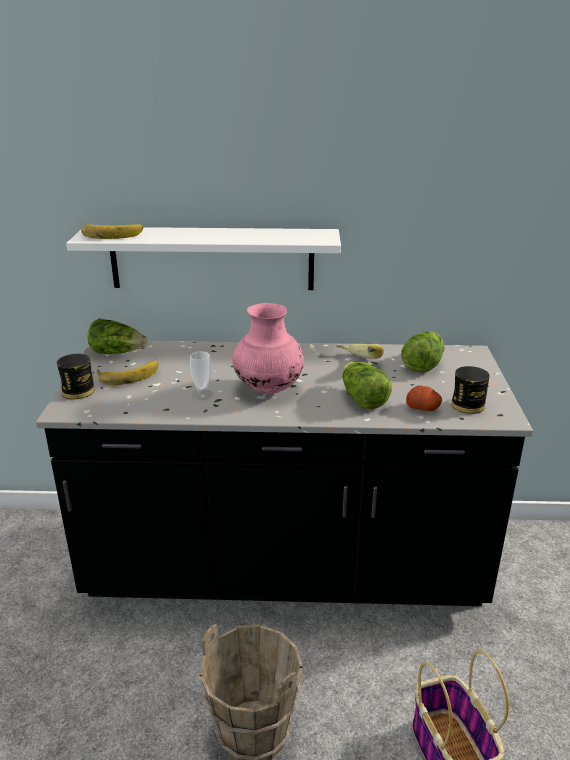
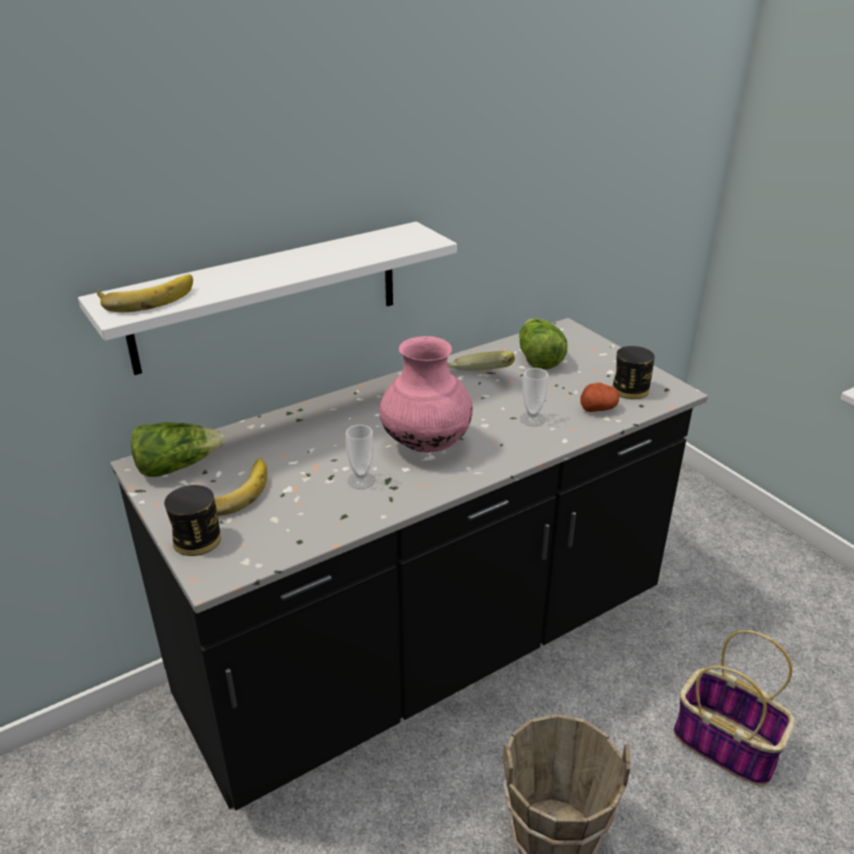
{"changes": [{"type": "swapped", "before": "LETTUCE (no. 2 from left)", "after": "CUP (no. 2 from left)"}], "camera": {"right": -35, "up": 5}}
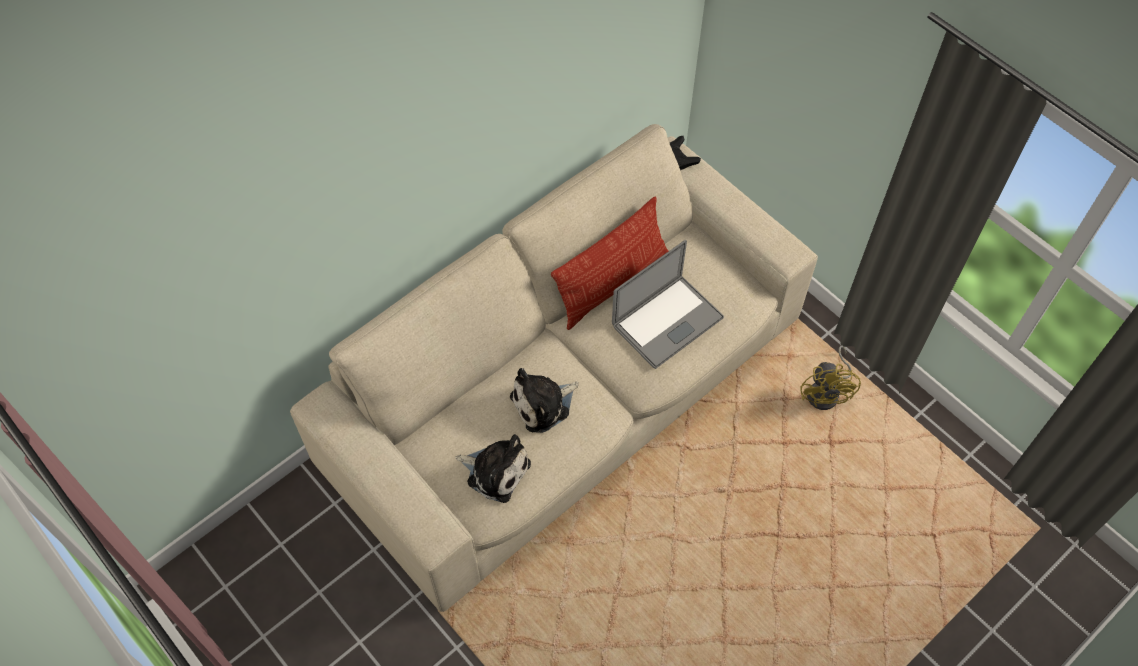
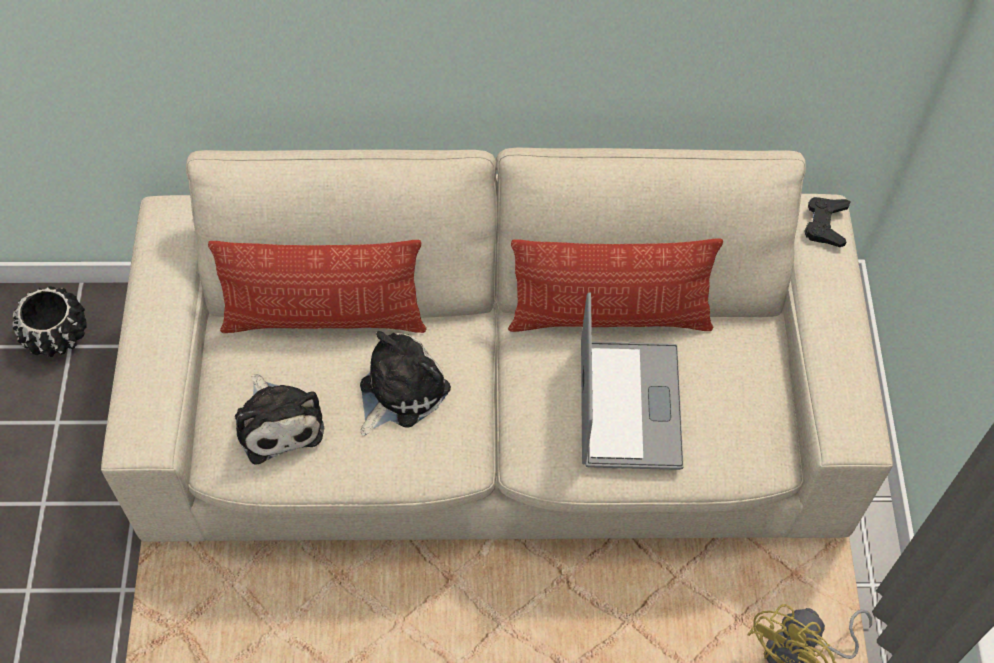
{"changes": [{"type": "new", "after": "BLACK FLOWER POT"}, {"type": "new", "after": "CUSHION (no. 1 from left)"}, {"type": "rotated", "before": "SOFT TOY (no. 2 from left)", "turn": 120}, {"type": "rotated", "before": "LAPTOP", "turn": -90}], "camera": {"right": 40, "up": 0}}
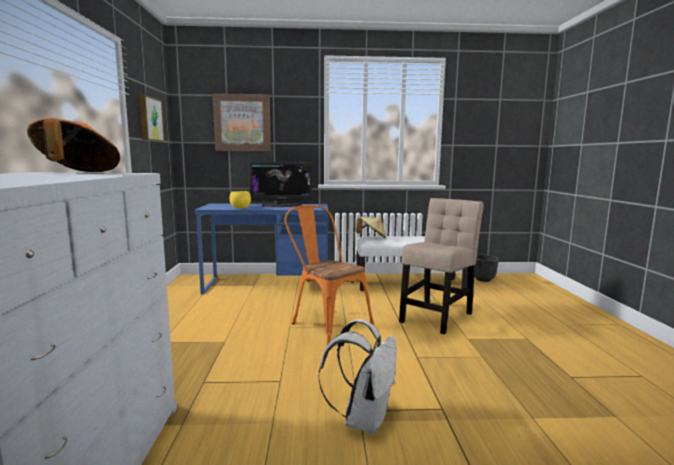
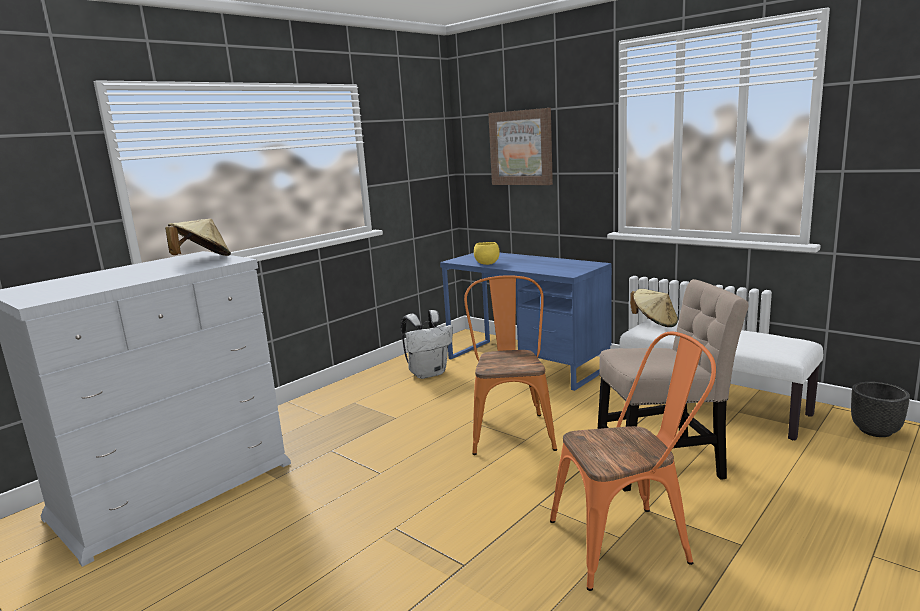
{"changes": [{"type": "gone", "before": "PICTURE (no. 1 from left)"}, {"type": "gone", "before": "MONITOR"}, {"type": "new", "after": "ORANGEY CHAIR (no. 2 from left)"}, {"type": "shifted", "before": "WHITE KNAPSACK"}, {"type": "repainted", "before": "ORANGEY WEARABLE HAT", "after": "BEIGE WEARABLE HAT (no. 1 from left)"}], "camera": {"right": 45, "up": 5}}
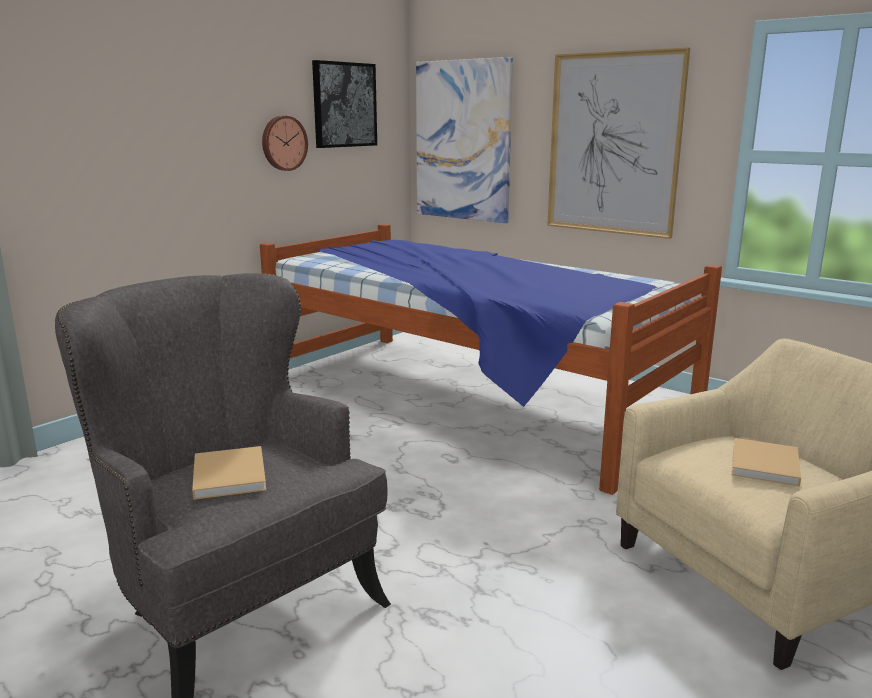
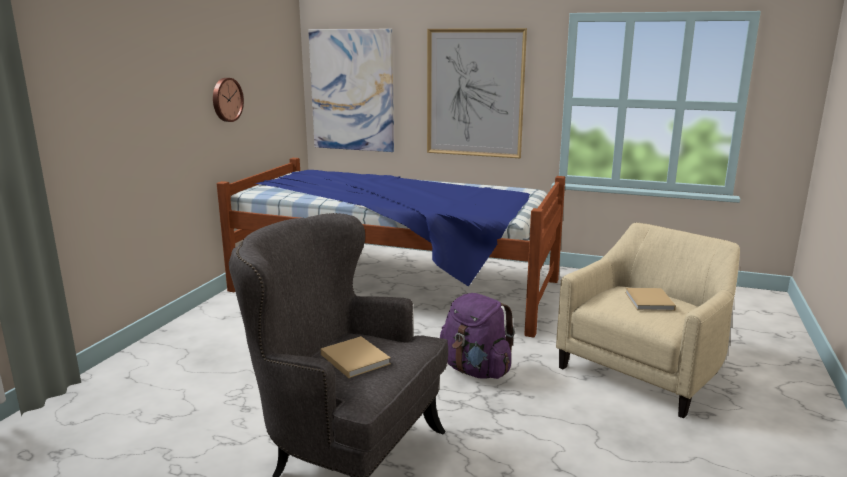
{"changes": [{"type": "gone", "before": "PICTURE (no. 1 from left)"}, {"type": "new", "after": "PURPLISH KNAPSACK"}], "camera": {"right": -20, "up": 0}}
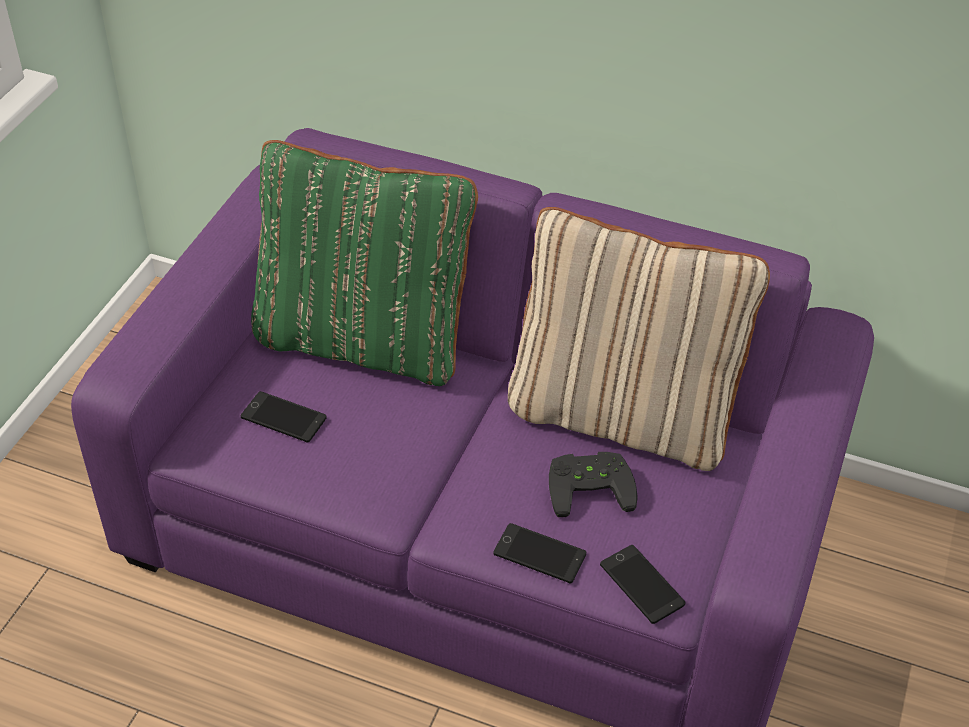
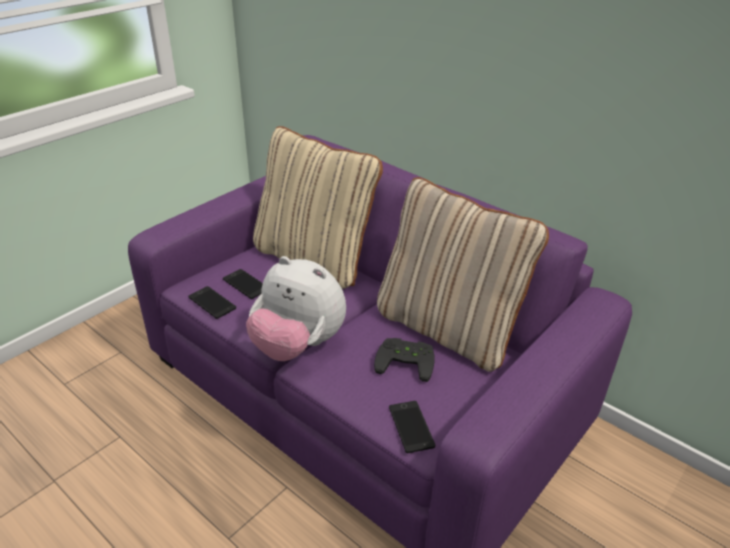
{"changes": [{"type": "new", "after": "SOFT TOY"}, {"type": "shifted", "before": "HANDSET (no. 2 from left in the first image)", "after": "HANDSET (no. 1 from left)"}, {"type": "repainted", "before": "GREEN-COLOURED CUSHION", "after": "BEIGE CUSHION (no. 1 from left)"}], "camera": {"right": 20, "up": -10}}
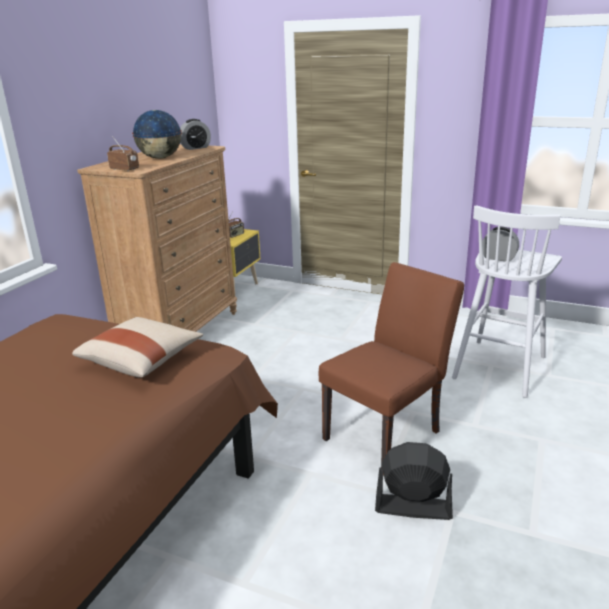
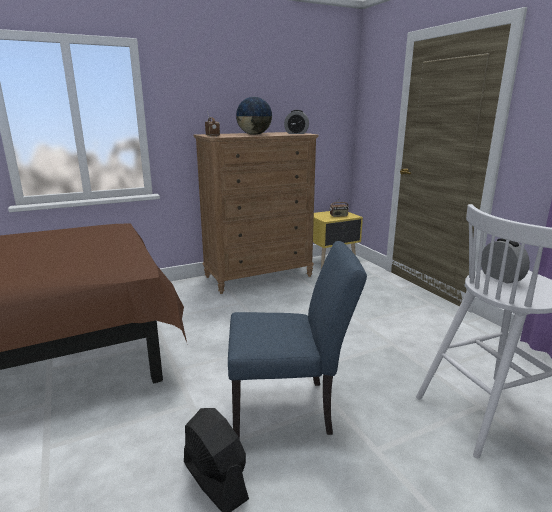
{"changes": [{"type": "gone", "before": "BEIGE CUSHION"}, {"type": "repainted", "before": "BROWNISH CHAIR", "after": "BLUE-COLOURED CHAIR"}], "camera": {"right": 40, "up": -5}}
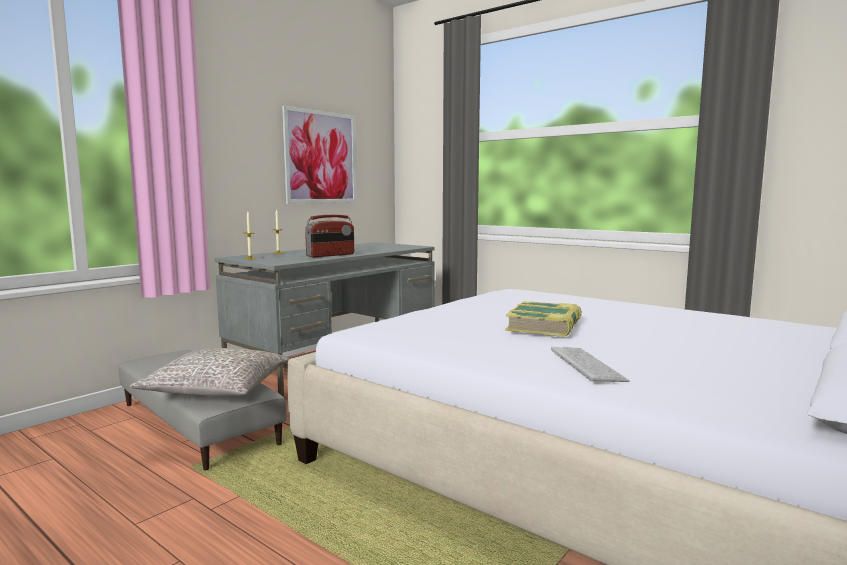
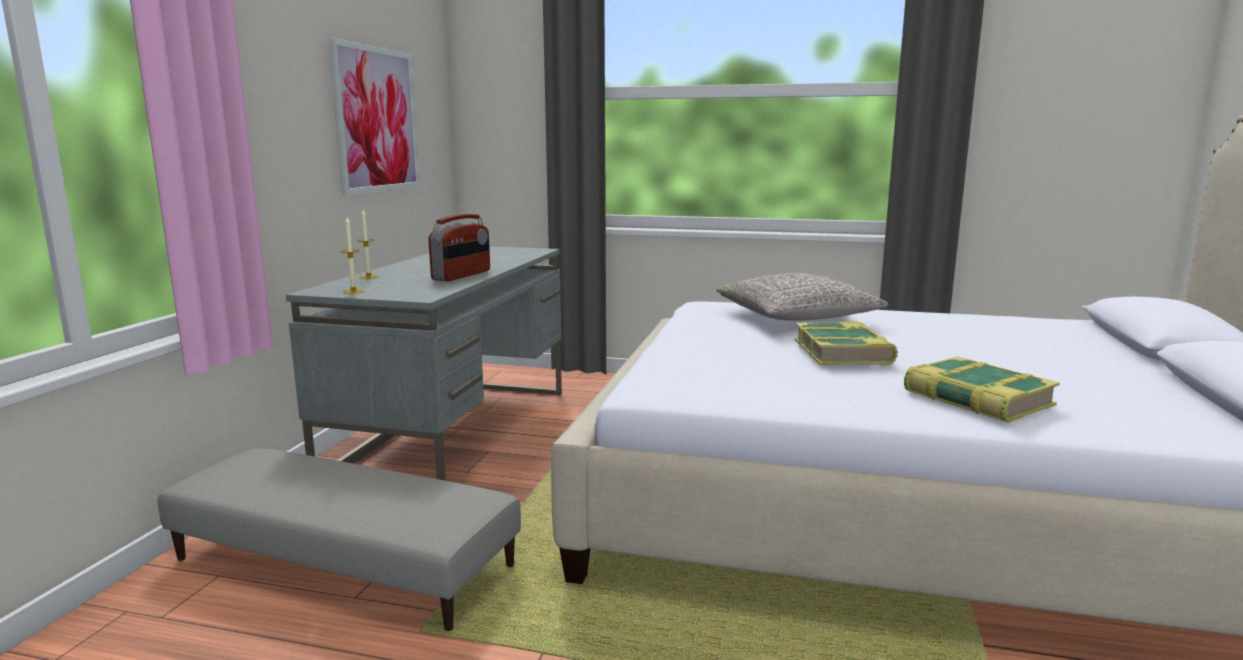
{"changes": [{"type": "shifted", "before": "GREY CUSHION"}, {"type": "swapped", "before": "PC KEYBOARD", "after": "BOUND BOOK (no. 2 from left)"}], "camera": {"right": -25, "up": 5}}
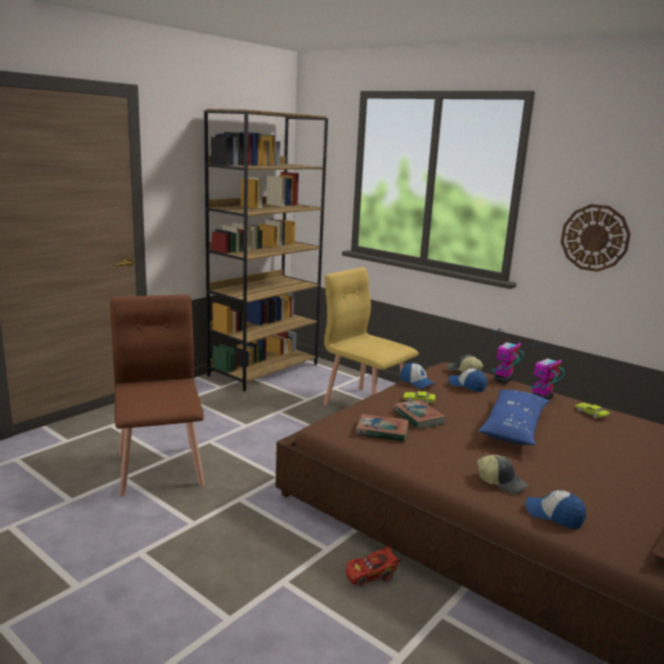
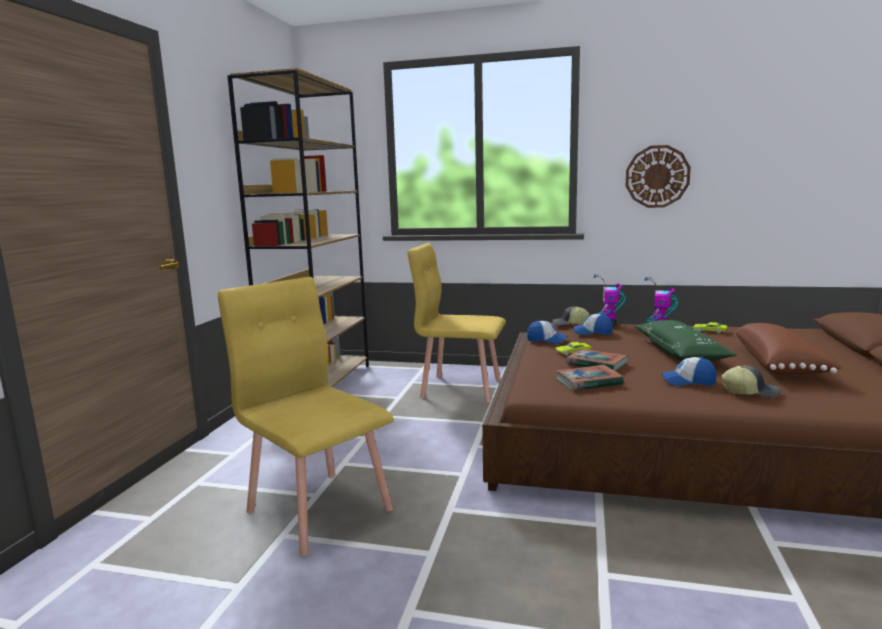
{"changes": [{"type": "gone", "before": "REDDISH MODEL CAR"}, {"type": "new", "after": "BROWNISH CUSHION"}, {"type": "shifted", "before": "BASEBALL CAP (no. 5 from left in the first image)", "after": "BASEBALL CAP (no. 4 from left)"}, {"type": "repainted", "before": "BROWNISH CHAIR", "after": "YELLOWISH CHAIR (no. 1 from left)"}, {"type": "repainted", "before": "BLUE-COLOURED CUSHION", "after": "GREEN-COLOURED CUSHION"}], "camera": {"right": -25, "up": -5}}
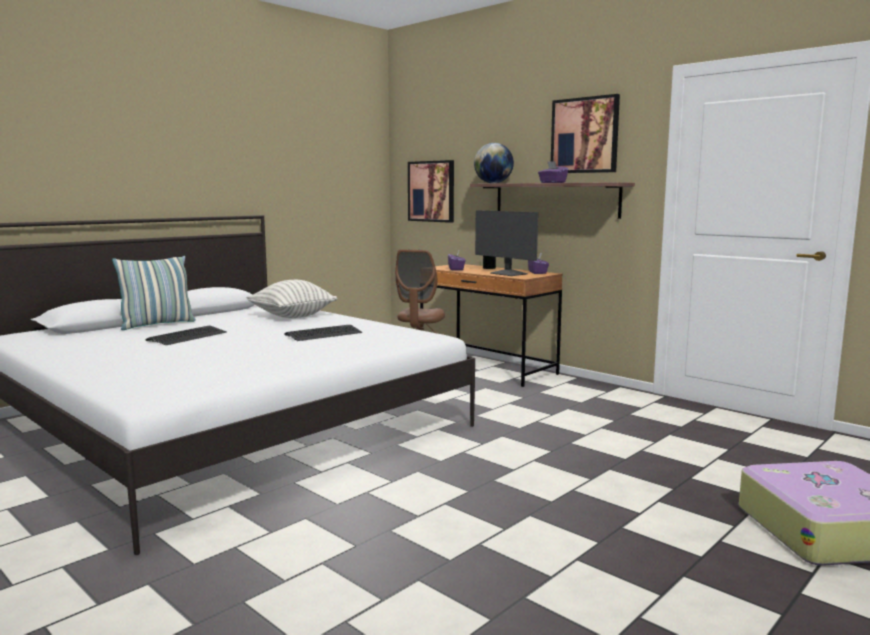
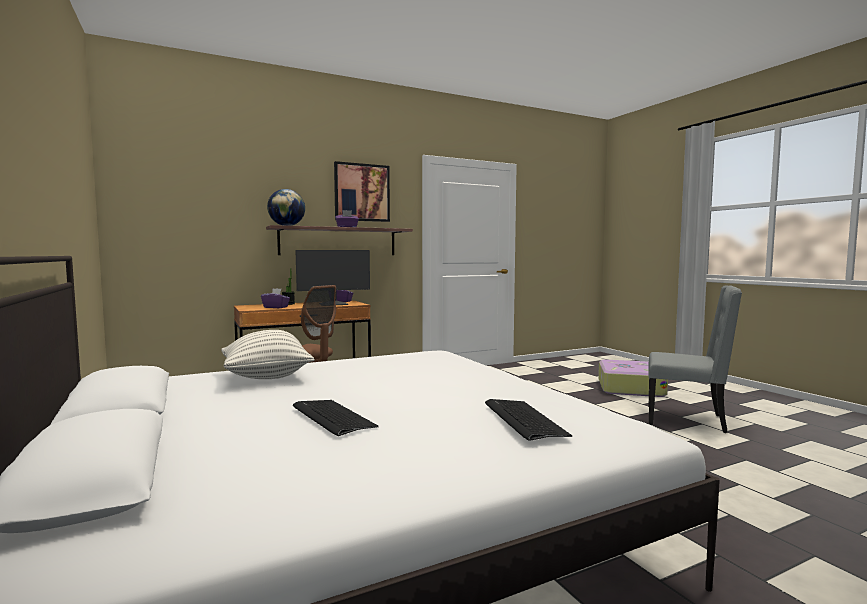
{"changes": [{"type": "gone", "before": "CUSHION (no. 1 from left)"}, {"type": "gone", "before": "PICTURE (no. 1 from left)"}, {"type": "new", "after": "GREY CHAIR"}, {"type": "shifted", "before": "PC KEYBOARD (no. 2 from left)"}], "camera": {"right": -70, "up": -5}}
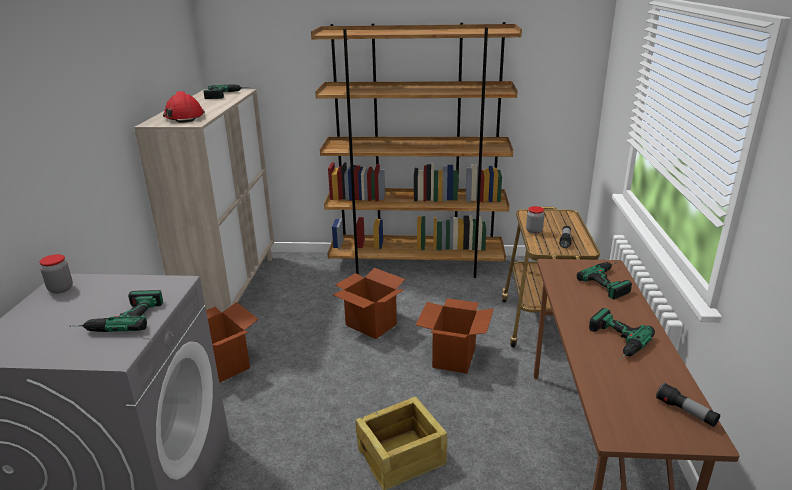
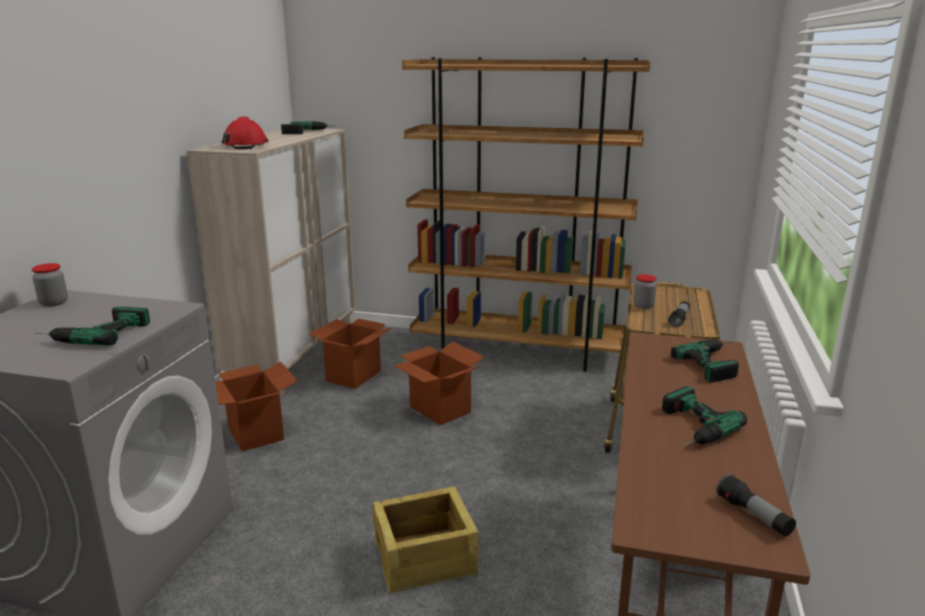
{"changes": [{"type": "shifted", "before": "CARTON (no. 3 from left in the first image)", "after": "CARTON (no. 2 from left)"}], "camera": {"right": 10, "up": -5}}
